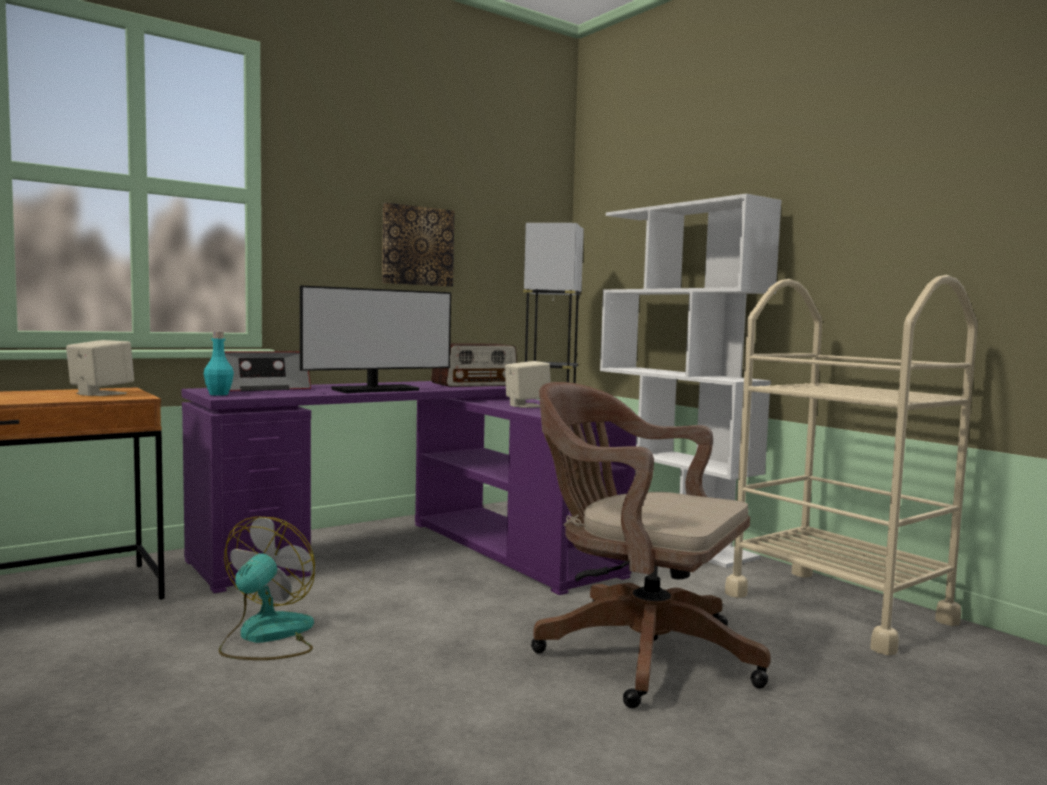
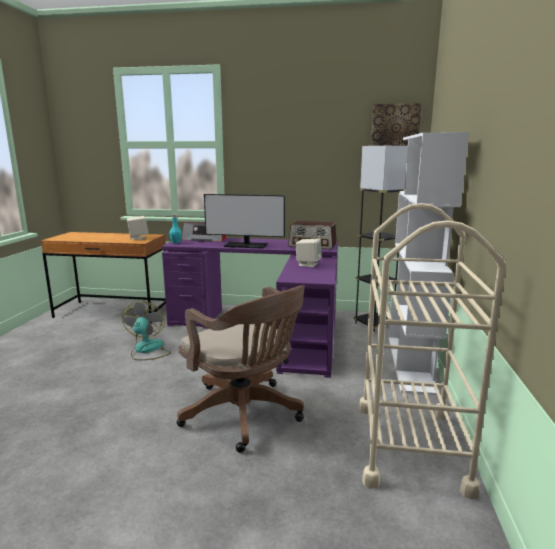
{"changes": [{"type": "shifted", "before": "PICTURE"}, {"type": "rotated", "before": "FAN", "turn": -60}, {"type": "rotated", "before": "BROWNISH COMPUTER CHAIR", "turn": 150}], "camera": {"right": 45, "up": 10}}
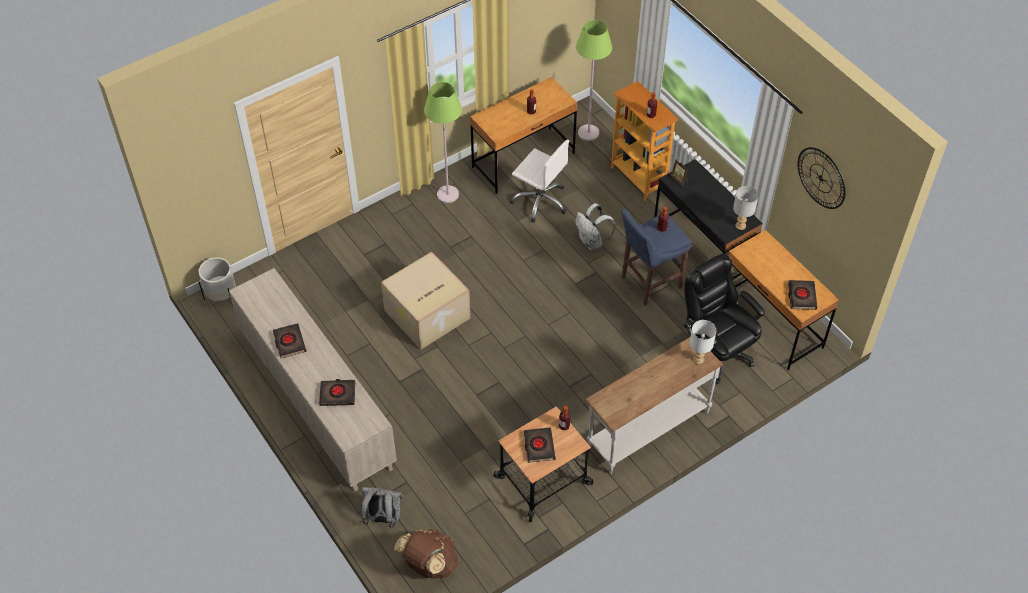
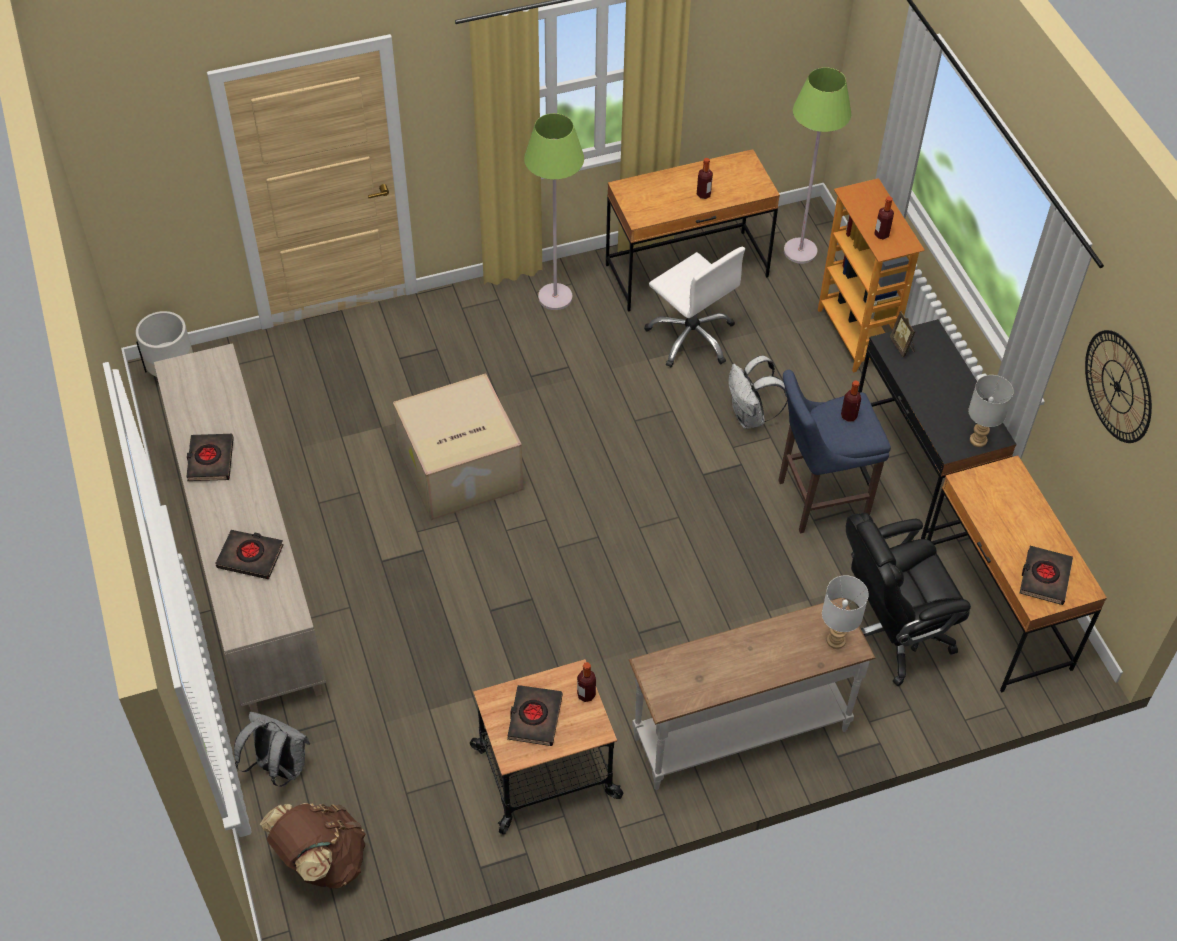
{"changes": [{"type": "rotated", "before": "BLACK COMPUTER CHAIR", "turn": -90}], "camera": {"right": 15, "up": 0}}
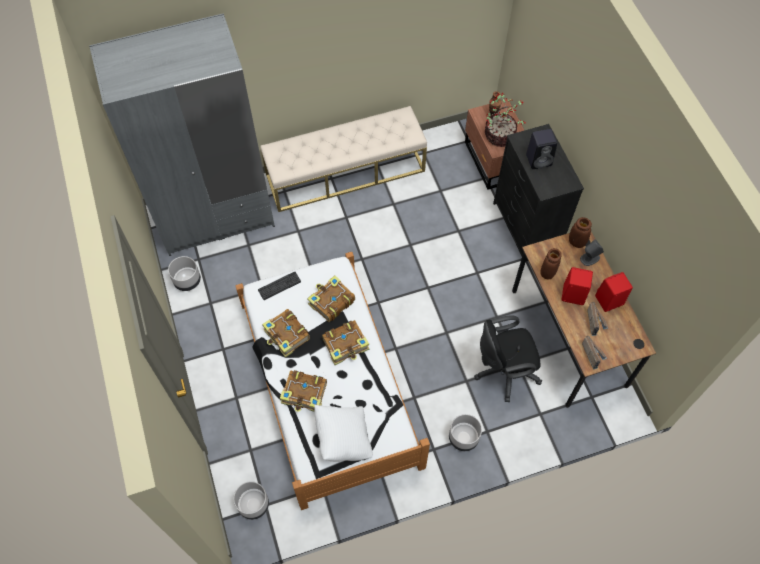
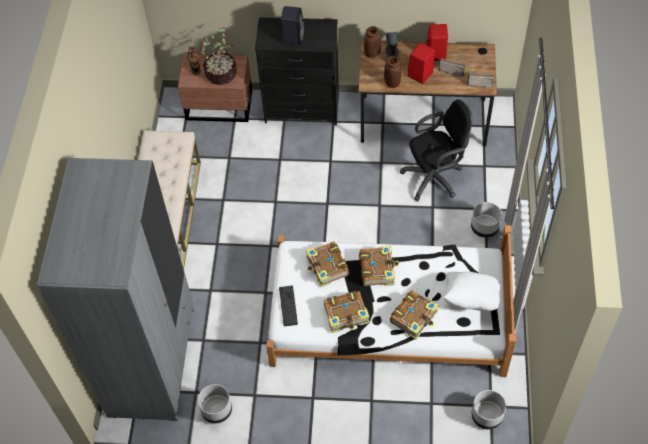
{"changes": [{"type": "rotated", "before": "BLACK COMPUTER CHAIR", "turn": -120}], "camera": {"right": -65, "up": -5}}
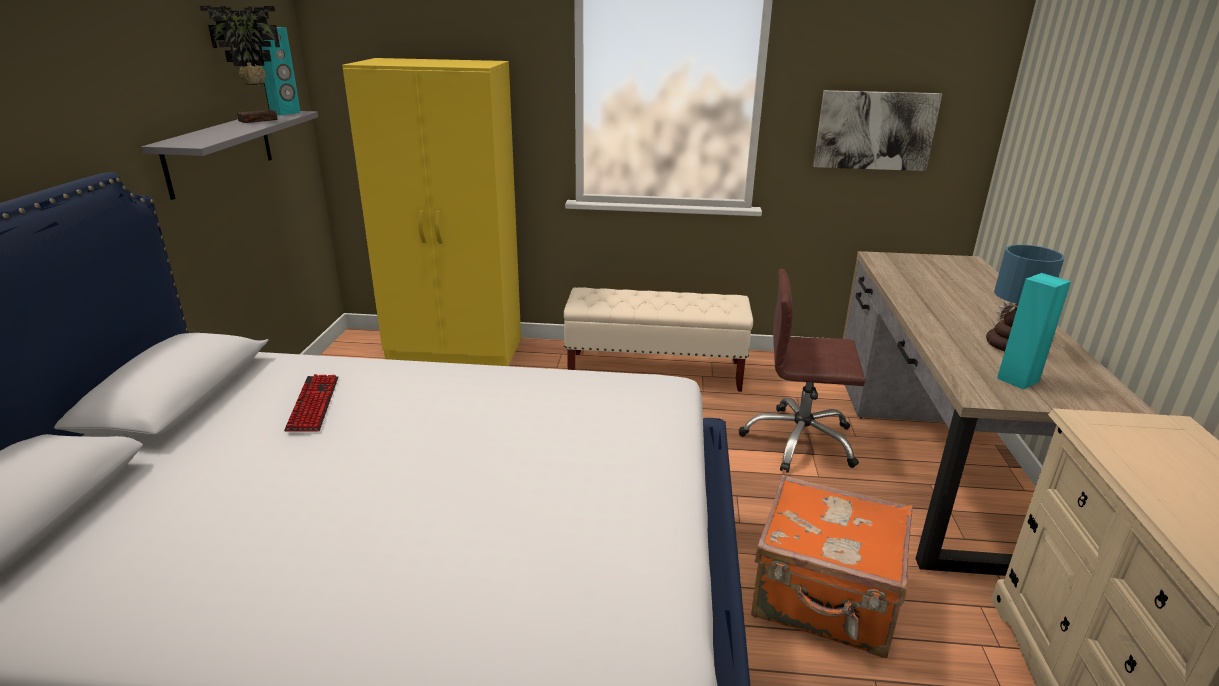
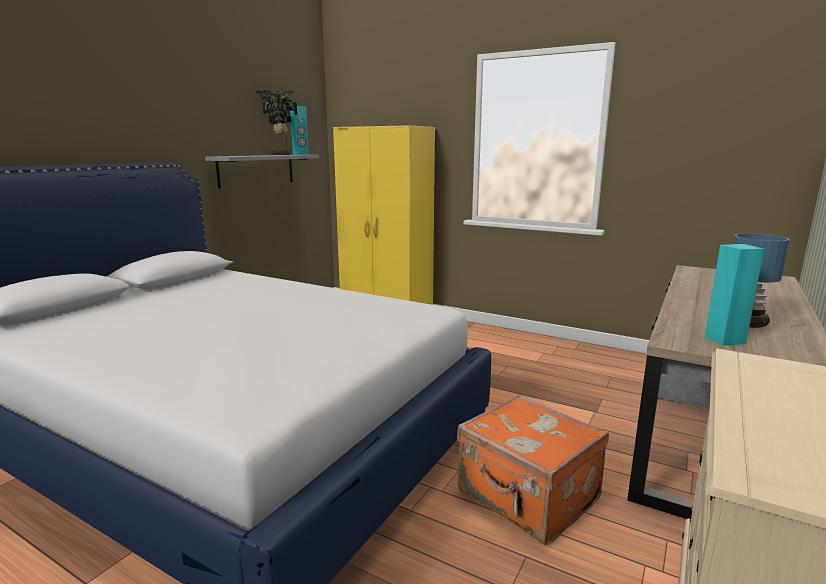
{"changes": [{"type": "gone", "before": "PC KEYBOARD"}, {"type": "gone", "before": "BEIGE INDOOR BENCH"}, {"type": "gone", "before": "BROWNISH COMPUTER CHAIR"}, {"type": "gone", "before": "PICTURE"}], "camera": {"right": 25, "up": -10}}
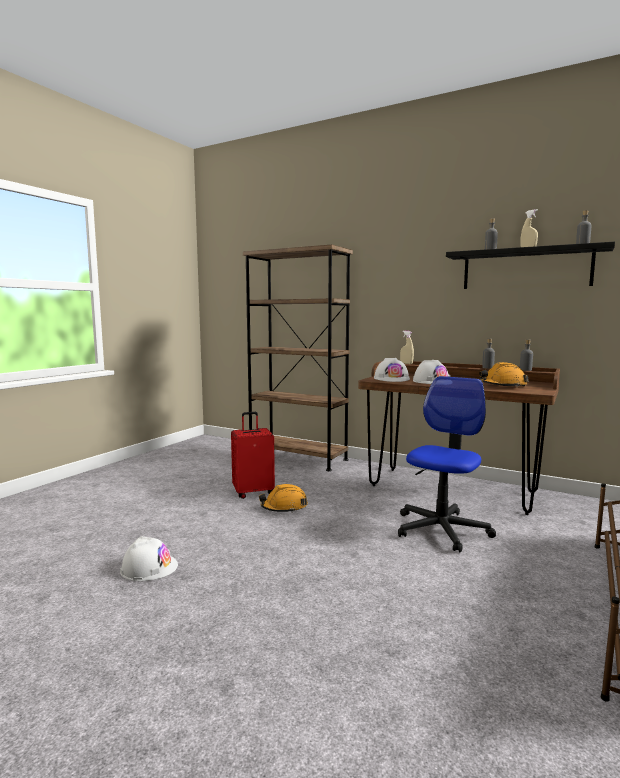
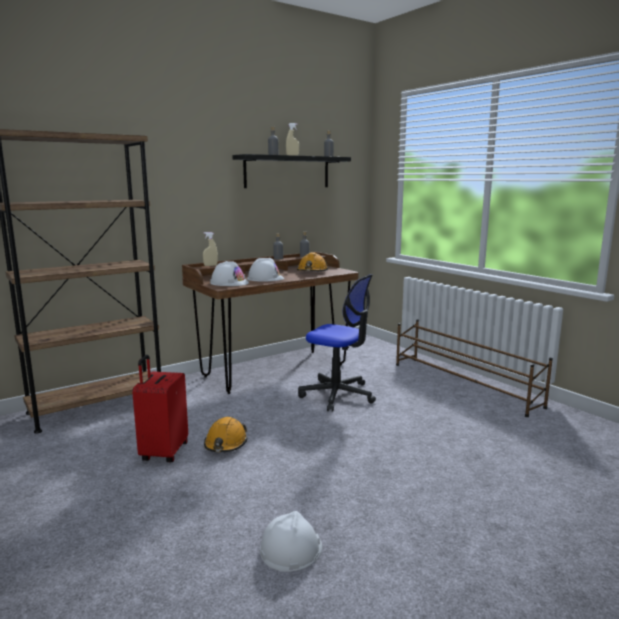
{"changes": [{"type": "rotated", "before": "COMPUTER CHAIR", "turn": 150}], "camera": {"right": -65, "up": 5}}
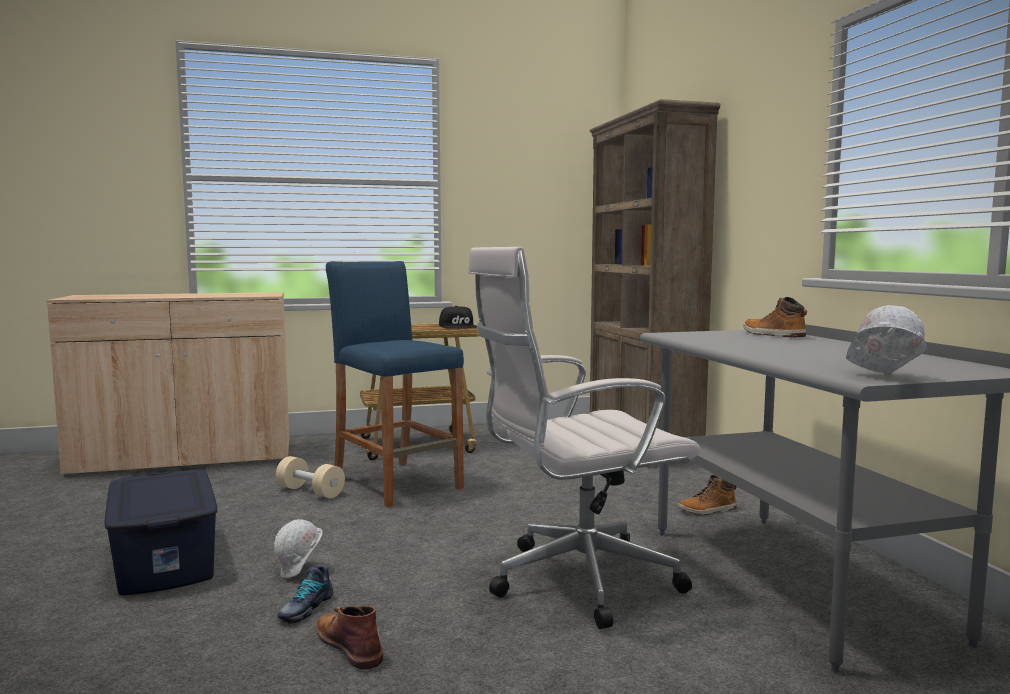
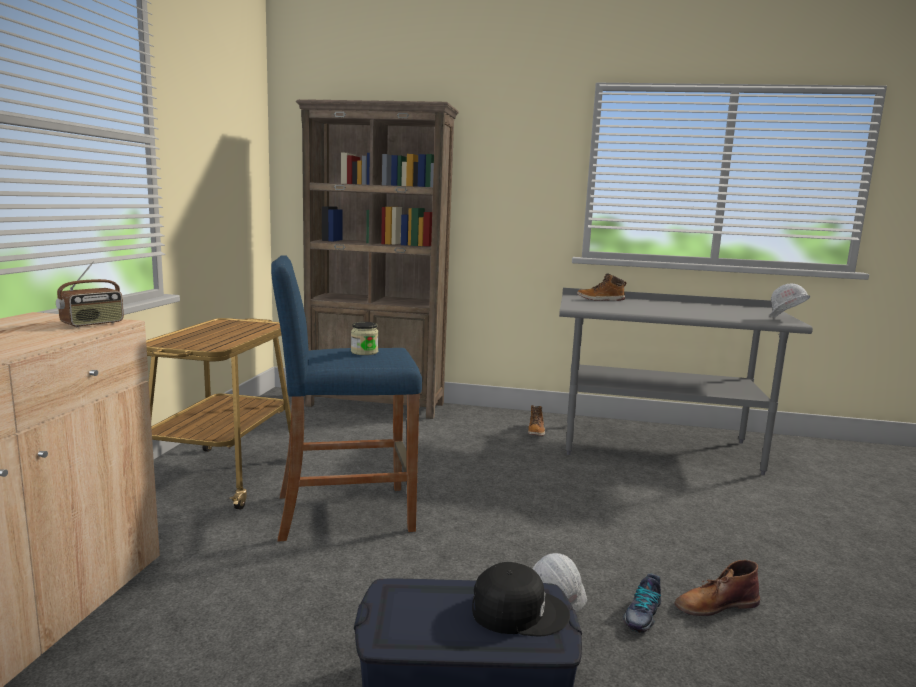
{"changes": [{"type": "gone", "before": "BEIGE HAND WEIGHT"}, {"type": "gone", "before": "WHITE COMPUTER CHAIR"}, {"type": "new", "after": "RADIO"}, {"type": "new", "after": "JAR"}, {"type": "shifted", "before": "BLACK BASEBALL CAP"}, {"type": "rotated", "before": "LOW SHOE", "turn": 75}], "camera": {"right": -65, "up": 5}}
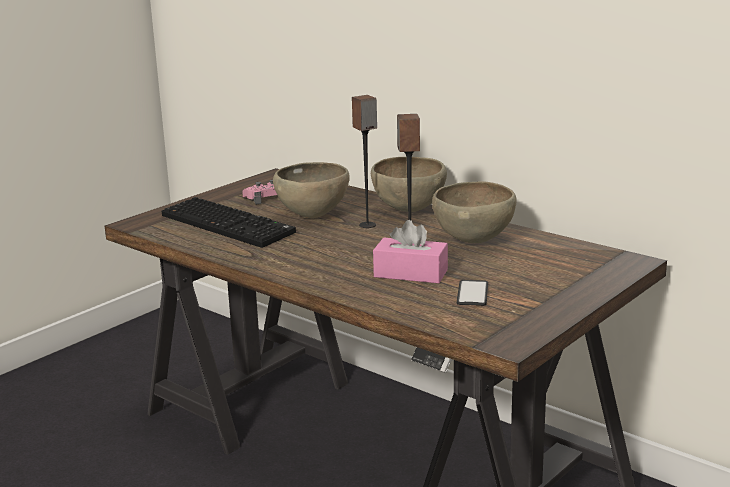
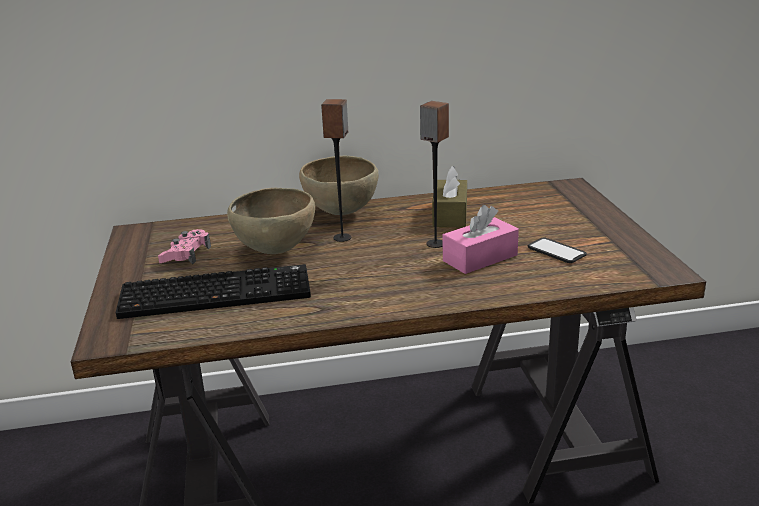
{"changes": [{"type": "swapped", "before": "BROWNISH DEEP DISH (no. 3 from left)", "after": "BROWNISH TISSUE BOX"}], "camera": {"right": -50, "up": 5}}
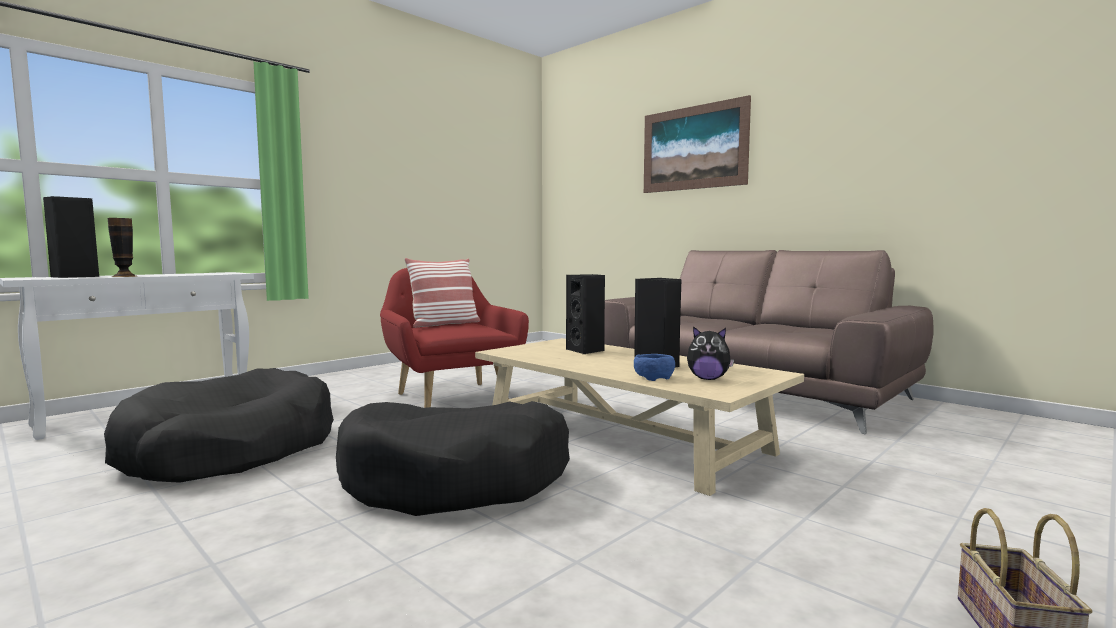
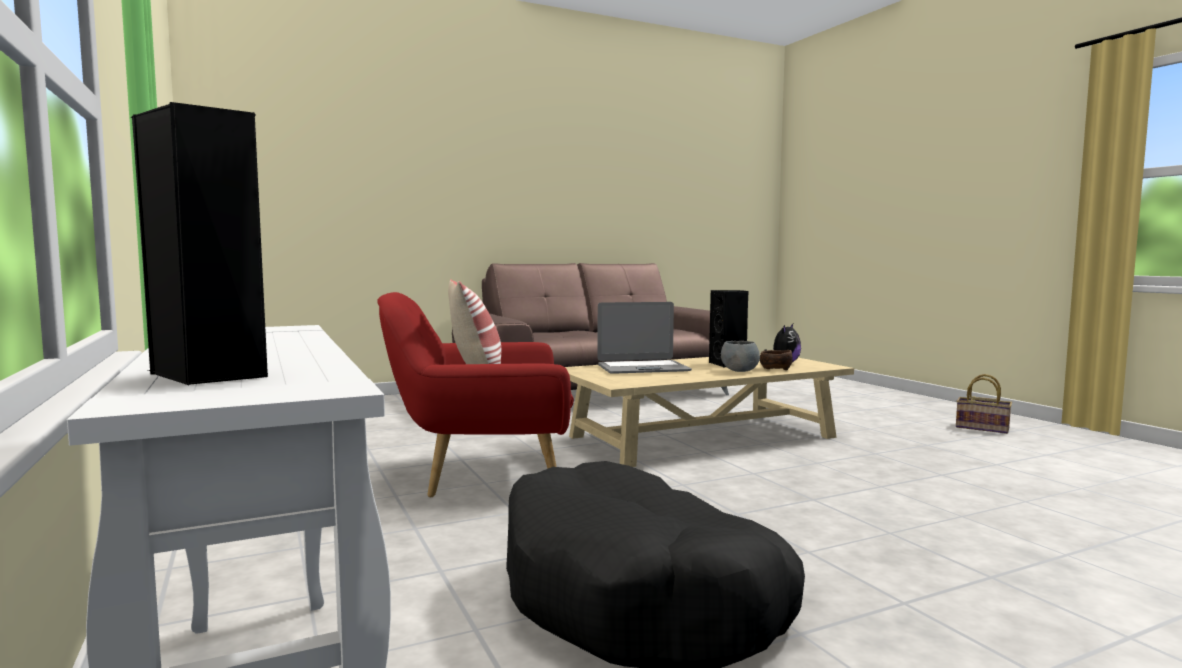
{"changes": [{"type": "gone", "before": "FLOWER VASE"}, {"type": "gone", "before": "BLACK DOG BED (no. 2 from left)"}, {"type": "gone", "before": "PICTURE"}, {"type": "new", "after": "GREY DEEP DISH"}, {"type": "swapped", "before": "BLACK AUDIO SPEAKER (no. 2 from left)", "after": "LAPTOP"}, {"type": "repainted", "before": "BLUE-COLOURED DEEP DISH", "after": "BROWNISH DEEP DISH"}], "camera": {"right": -70, "up": 0}}
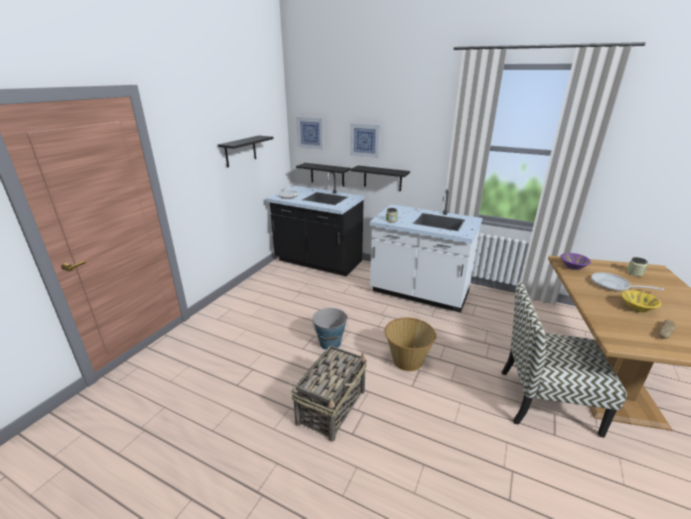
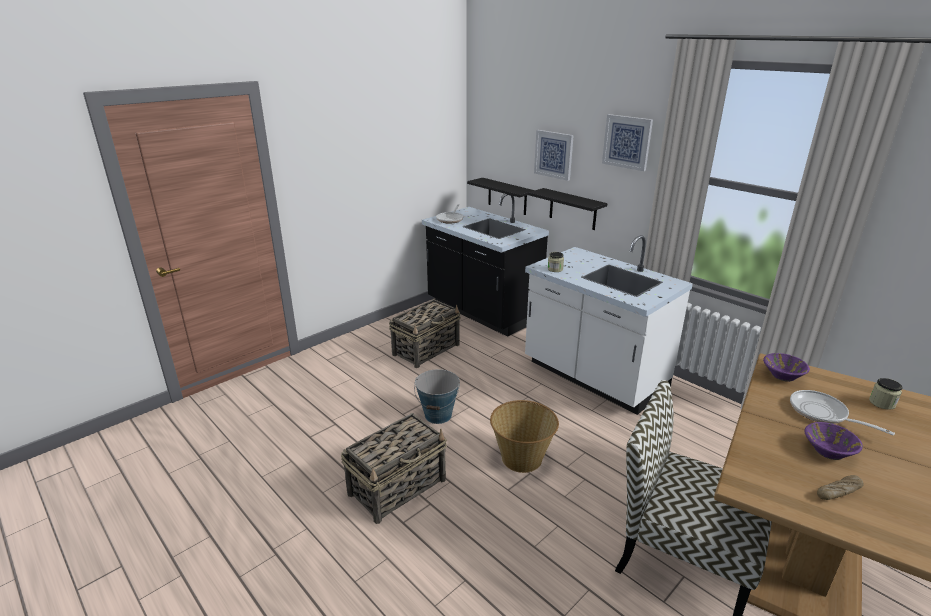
{"changes": [{"type": "gone", "before": "BLACK BRACKET SHELF (no. 1 from left)"}, {"type": "new", "after": "BASKET (no. 2 from left)"}, {"type": "shifted", "before": "PICTURE (no. 1 from left in the first image)", "after": "PICTURE (no. 2 from left)"}, {"type": "repainted", "before": "YELLOWISH DEEP DISH", "after": "PURPLISH DEEP DISH (no. 2 from left)"}], "camera": {"right": 20, "up": 0}}
